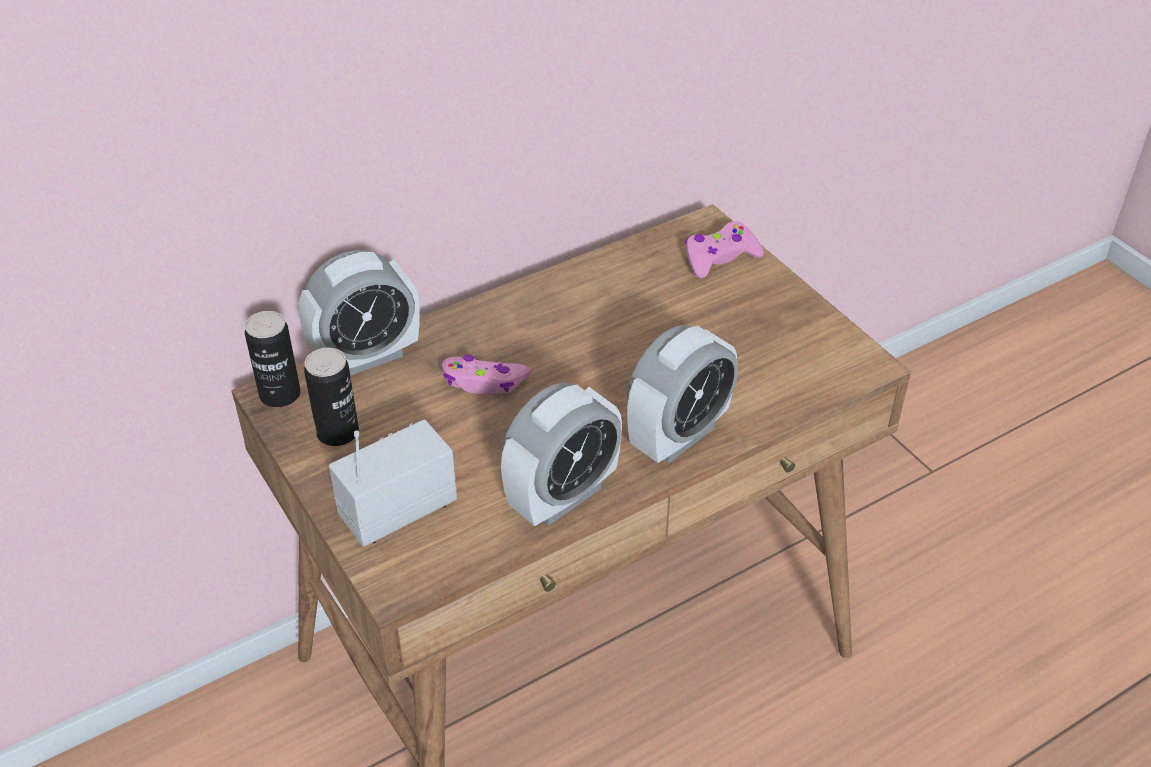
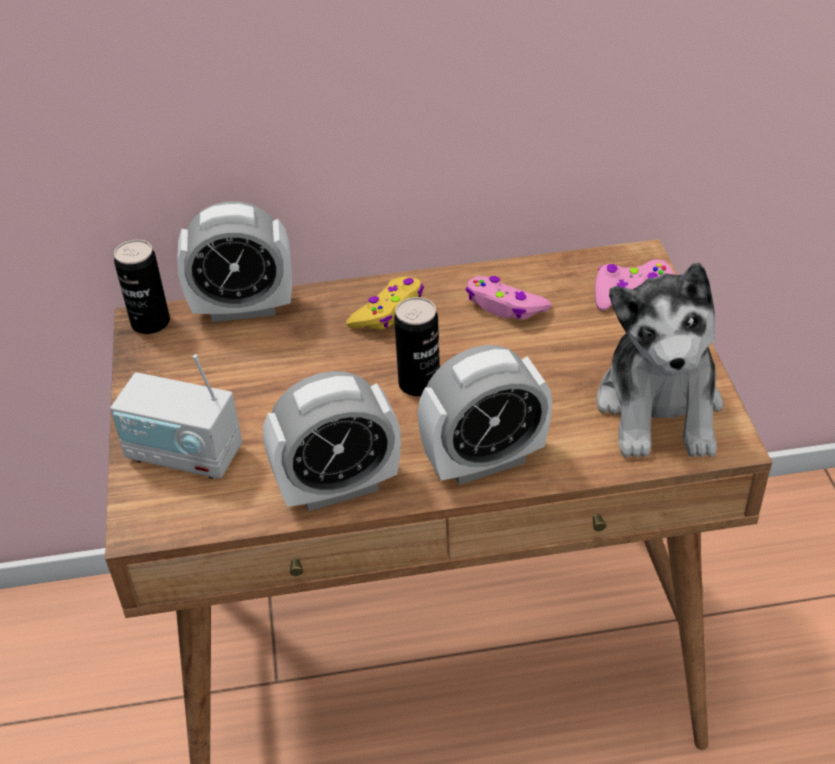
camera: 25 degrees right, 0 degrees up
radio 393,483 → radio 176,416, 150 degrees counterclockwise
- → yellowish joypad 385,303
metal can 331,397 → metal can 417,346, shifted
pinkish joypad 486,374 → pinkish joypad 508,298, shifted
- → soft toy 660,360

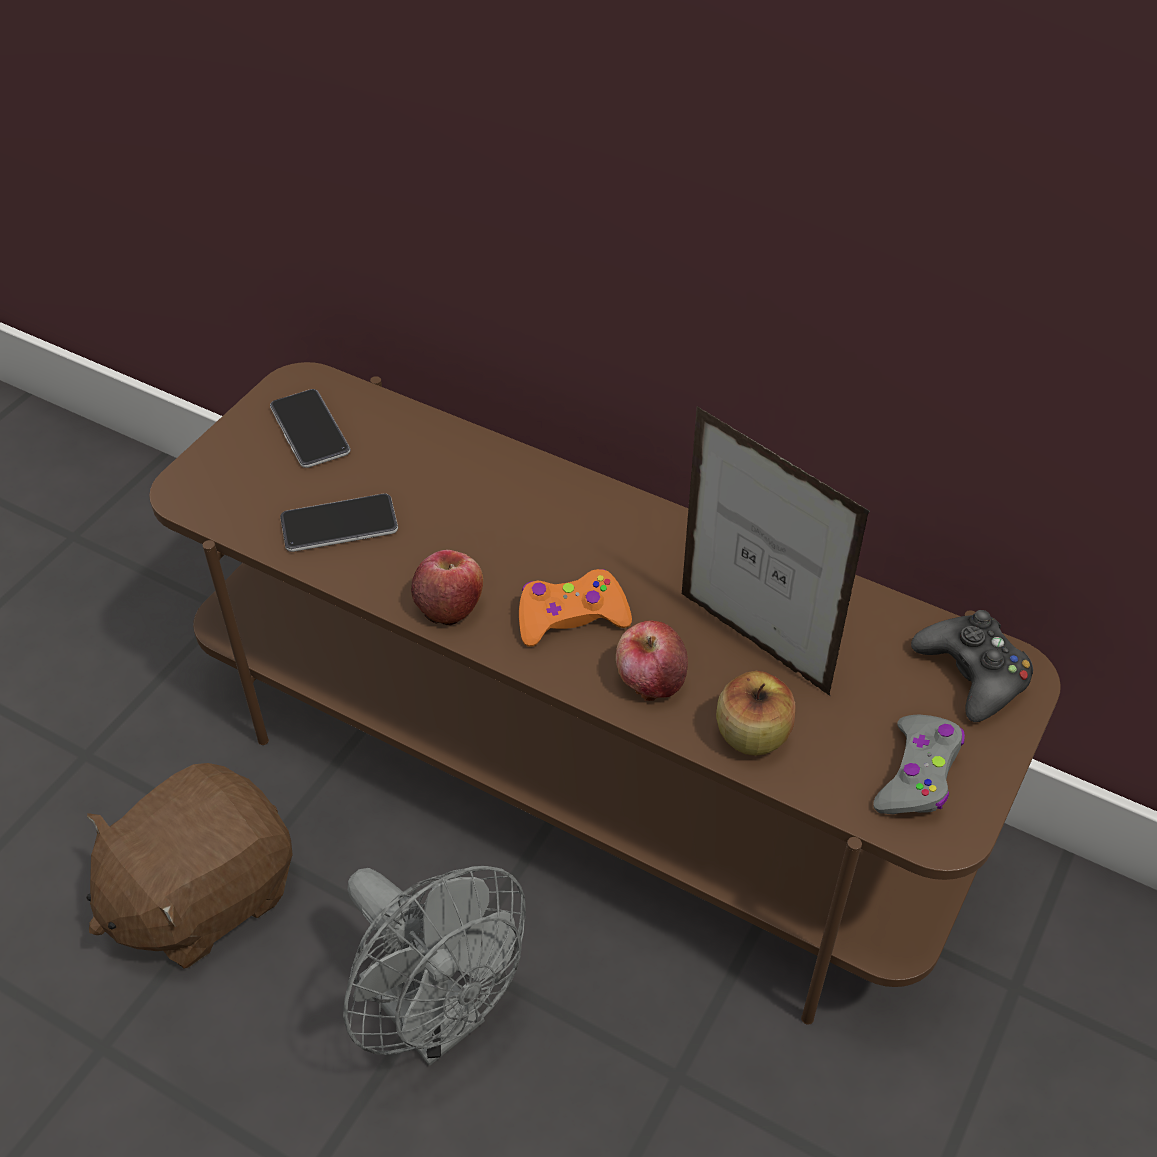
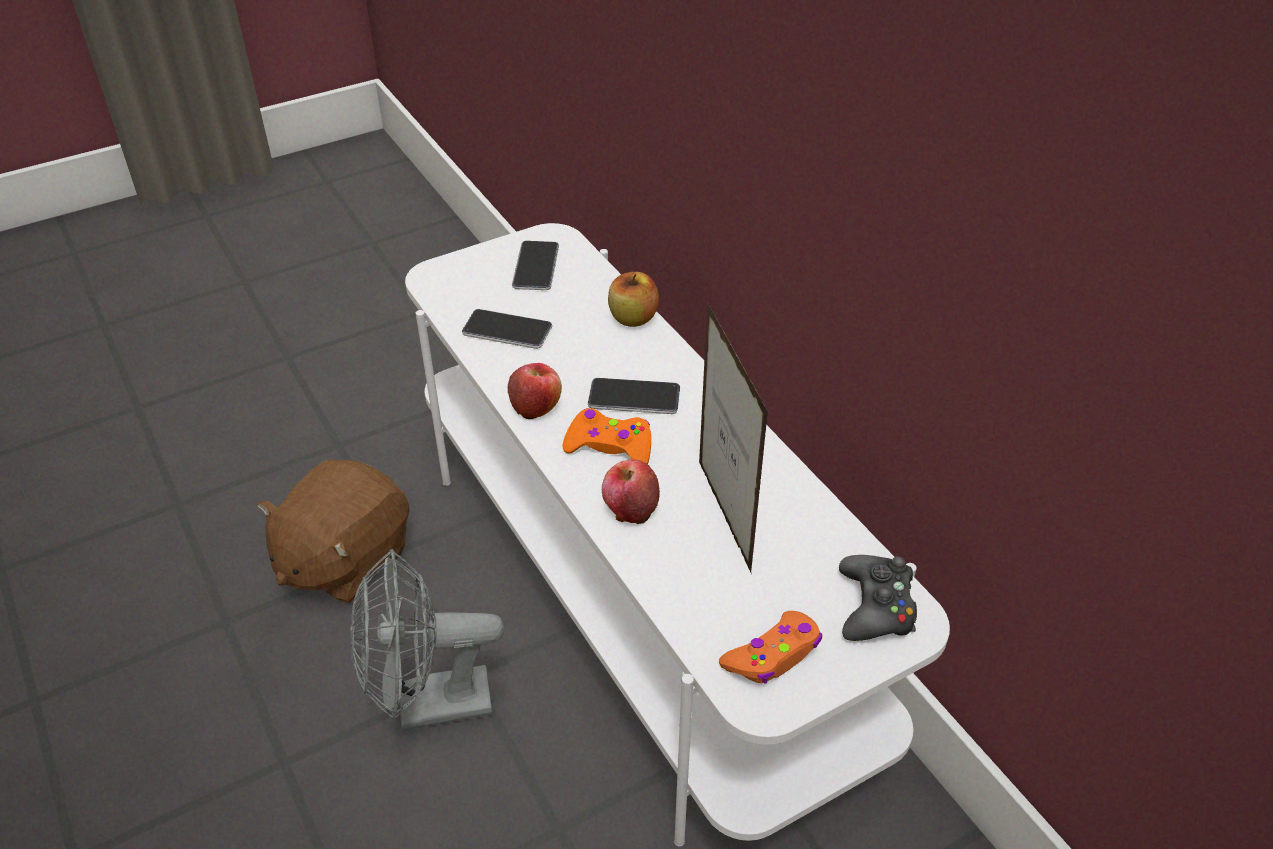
camera: 30 degrees right, 5 degrees down
brownish soft toy 189,865 → brownish soft toy 333,531, 45 degrees counterclockwise
greyish fan 434,966 → greyish fan 427,640, 90 degrees clockwise
brownish media console 605,693 → whitish media console 677,534
- → phone 634,396
apple fruit 756,713 → apple fruit 633,299, shifted
greyish joypad 919,764 → orange joypad 770,647

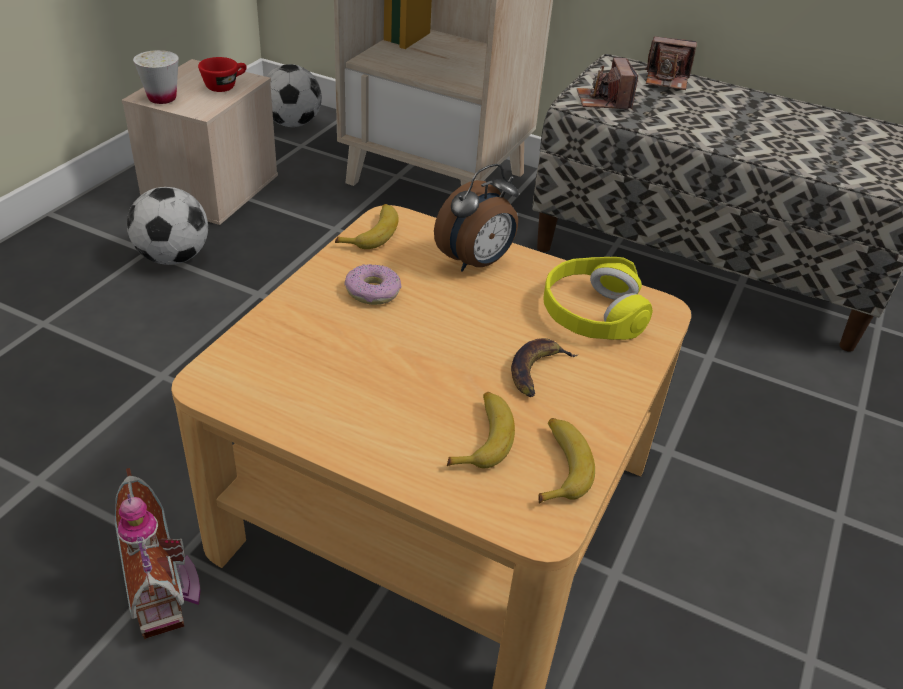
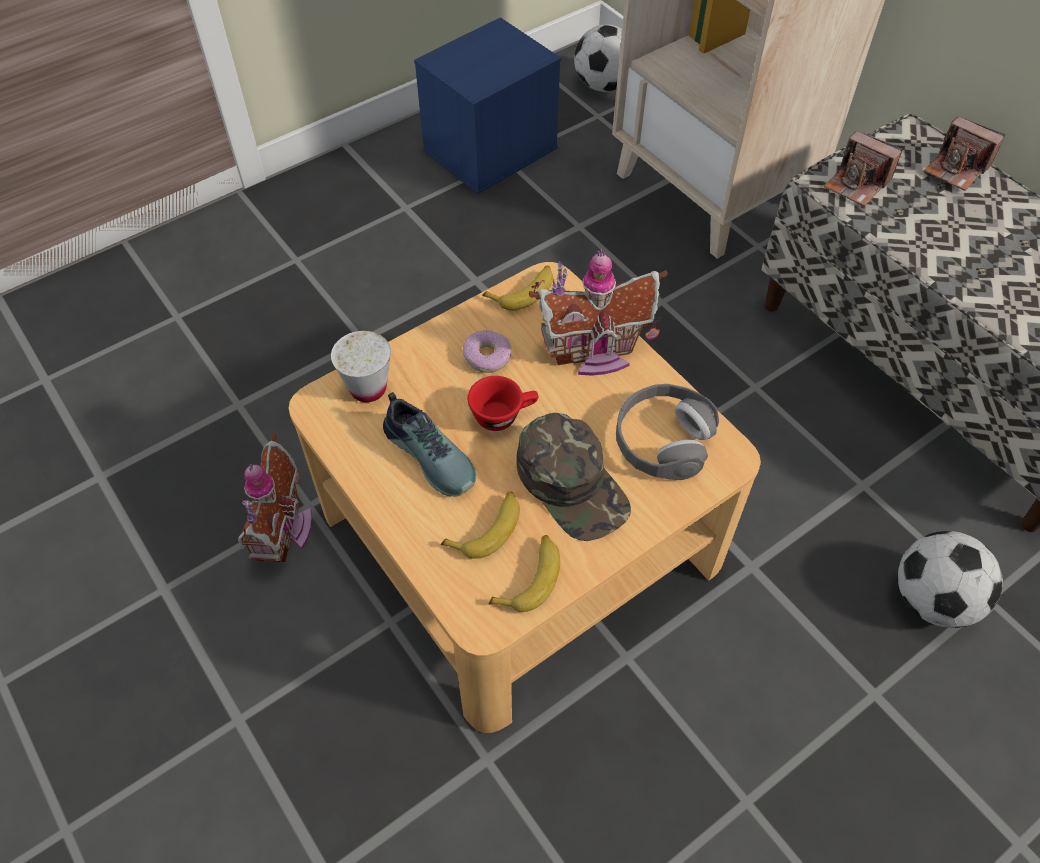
camera: 30 degrees right, 15 degrees up
whitish drinking cup 156,77 → whitish drinking cup 361,366, shifted
- → low shoe 429,444
sand-coloured storage bin 200,142 → bluish storage bin 487,105
reddish drinking cup 222,74 → reddish drinking cup 503,403, shifted
banana fruit 544,367 → greenish peaked cap 573,477
bedside clock 476,218 → miniature house 598,312
yellowish pair of headphones 598,298 → greyish pair of headphones 667,432
still camera 607,83 → still camera 863,169, 75 degrees counterclockwise
ball for football 167,226 → ball for football 950,579, shifted

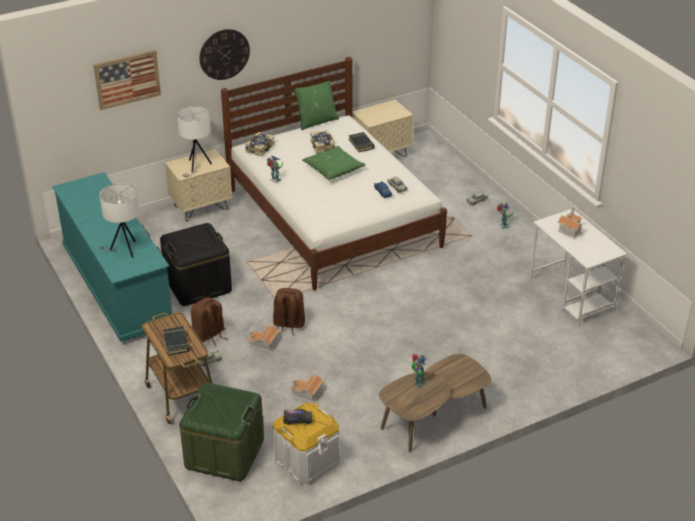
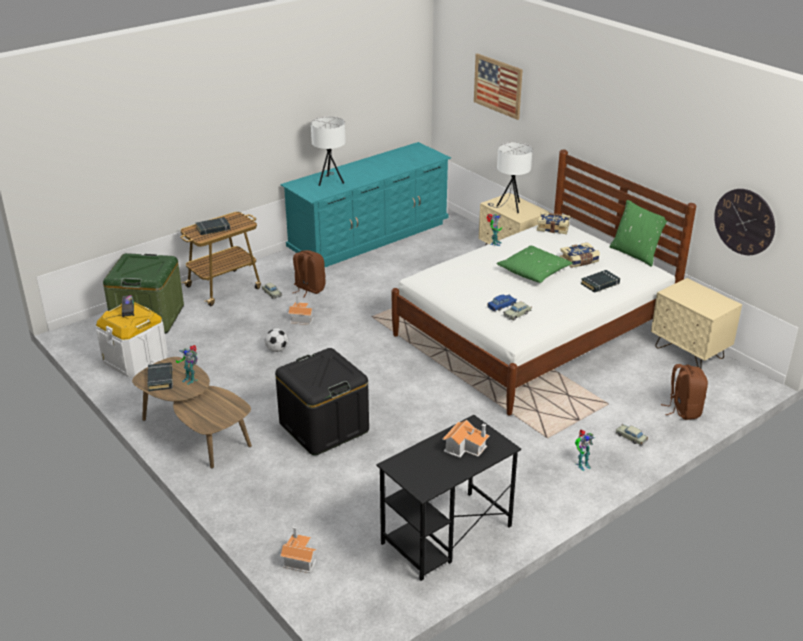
camera: 80 degrees right, 5 degrees down
- → blackish volume 160,376
- → ball for football 276,340
blackish storage bin 196,264 → blackish storage bin 322,401, shifted
miniature house 307,389 → miniature house 298,549, shifted
whitish desk table 578,267 → blackish desk table 449,498
brownish knapsack 289,312 → brownish knapsack 684,392, shifted
clock on the wall 225,54 → clock on the wall 744,222, shifted

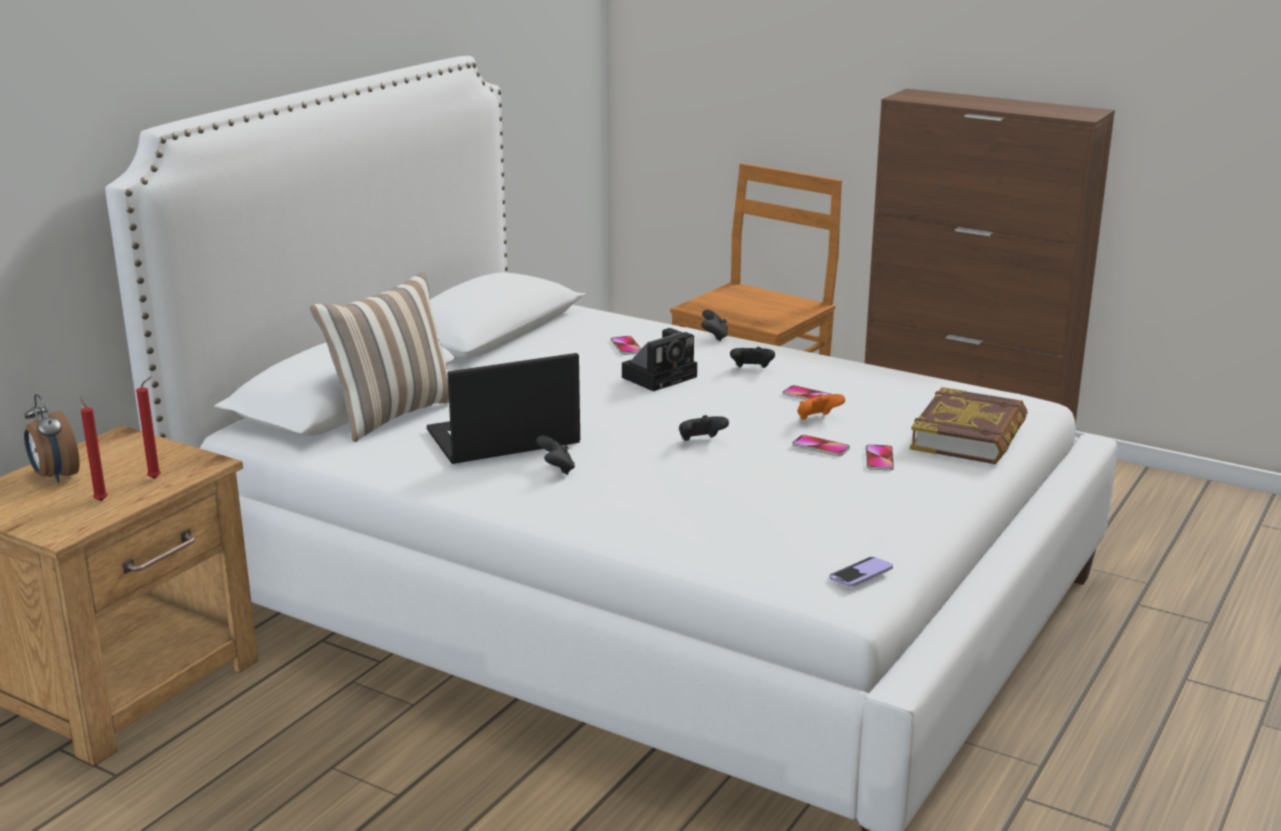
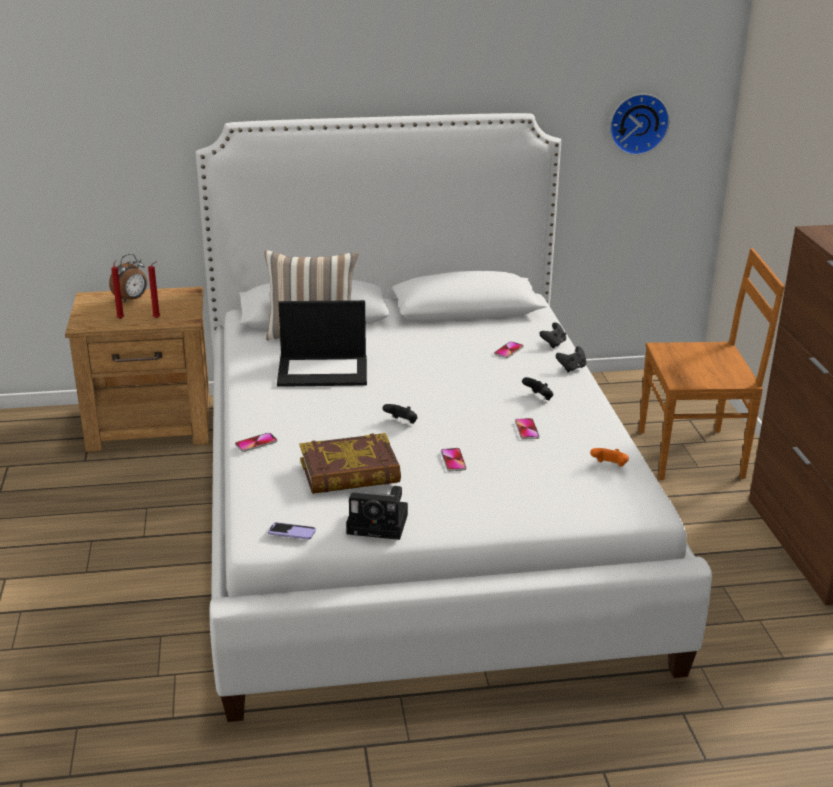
camera: 50 degrees right, 5 degrees up
bedside clock 52,438 → bedside clock 128,278, 150 degrees counterclockwise
phone 880,457 → phone 256,442, shifted
laptop 503,408 → laptop 322,343, 150 degrees clockwise
volume 968,425 → volume 350,463, shifted
still camera 659,359 → still camera 377,513, shifted
blackish joypad 555,455 → blackish joypad 552,335, shifted
orange joypad 821,407 → orange joypad 609,457, shifted
- → clock on the wall 640,124

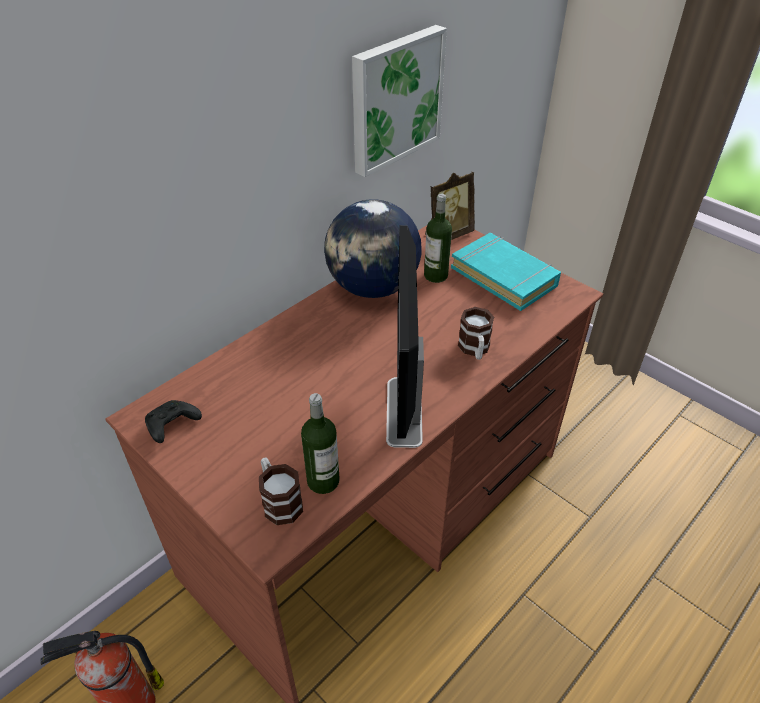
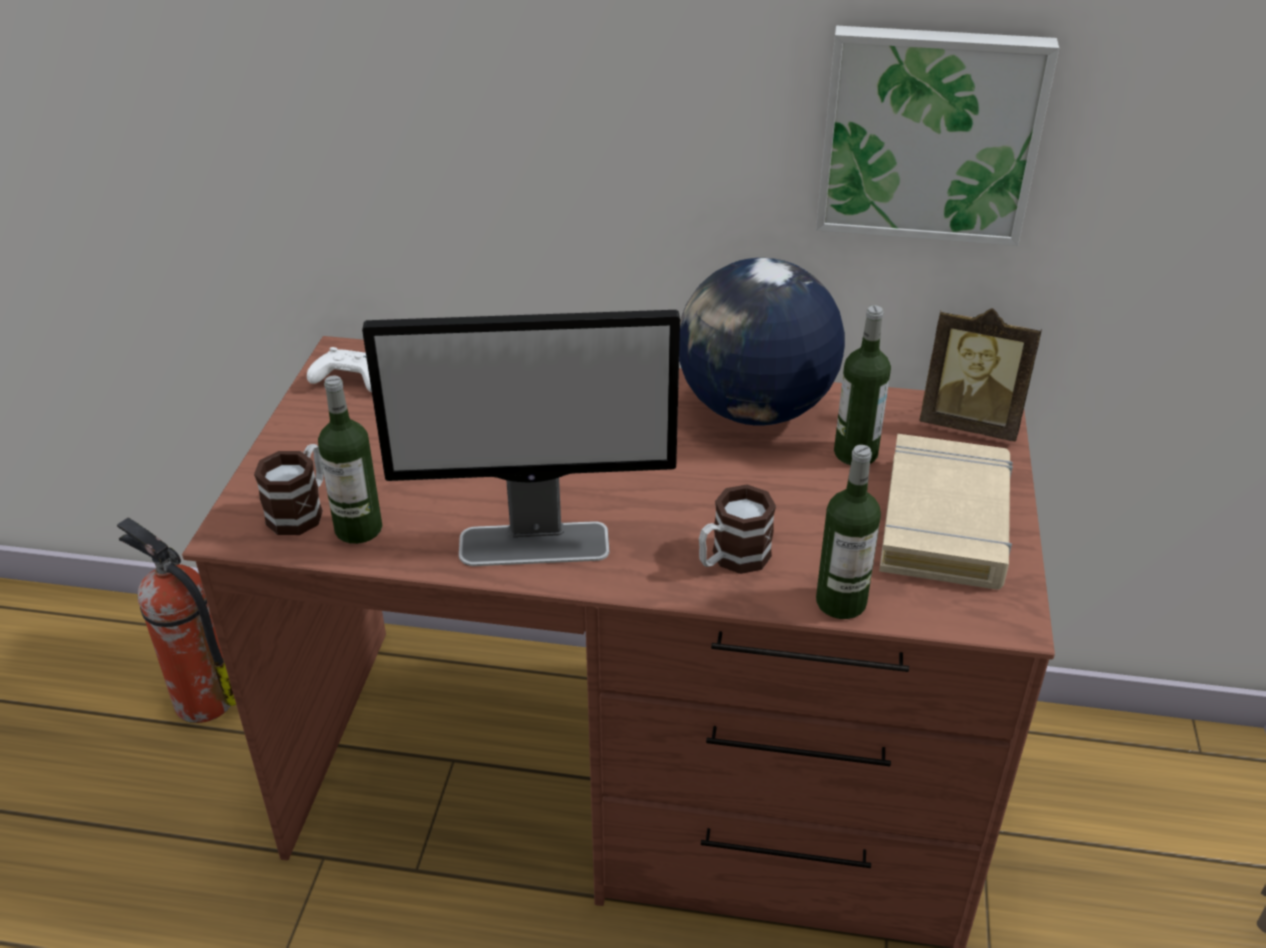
camera: 55 degrees right, 5 degrees down
blackish joypad 173,421 → whitish joypad 339,369
monitor 405,336 → monitor 521,438, 150 degrees counterclockwise
- → beverage bottle 848,532
turquoise volume 506,272 → sand-coloured volume 946,512

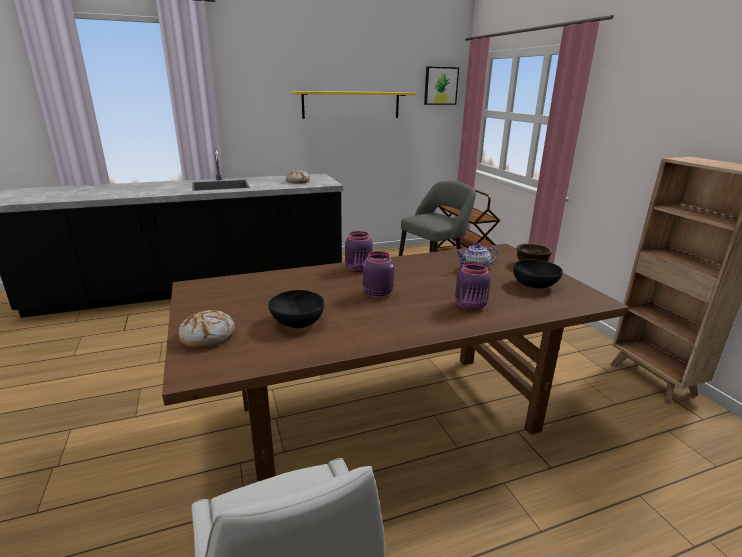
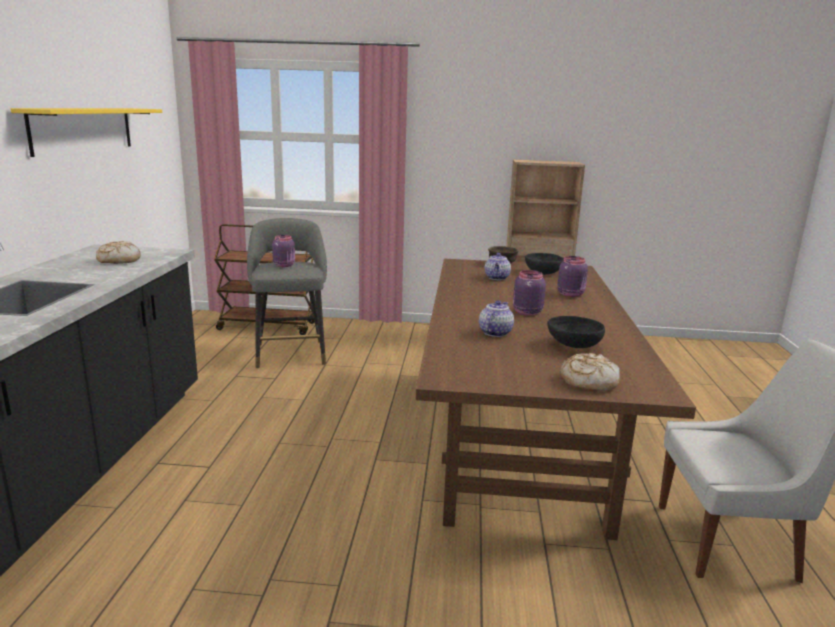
camera: 65 degrees left, 5 degrees down
purple-coloured storage jar 359,251 → purple-coloured storage jar 283,251, shifted
- → pot for tea 496,318
wall picture 441,86 → -

